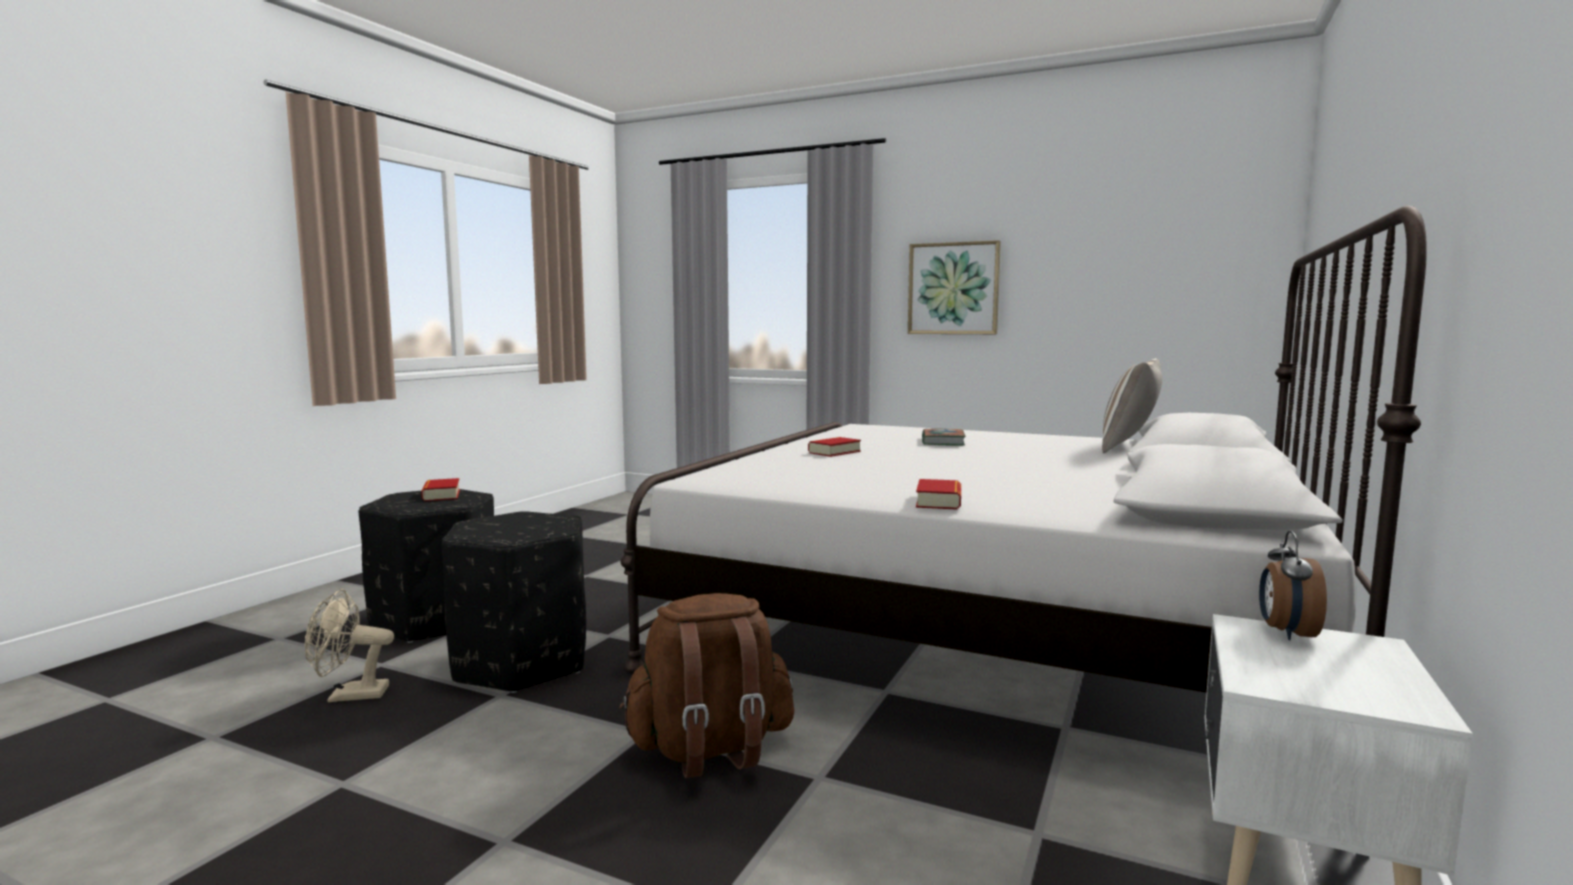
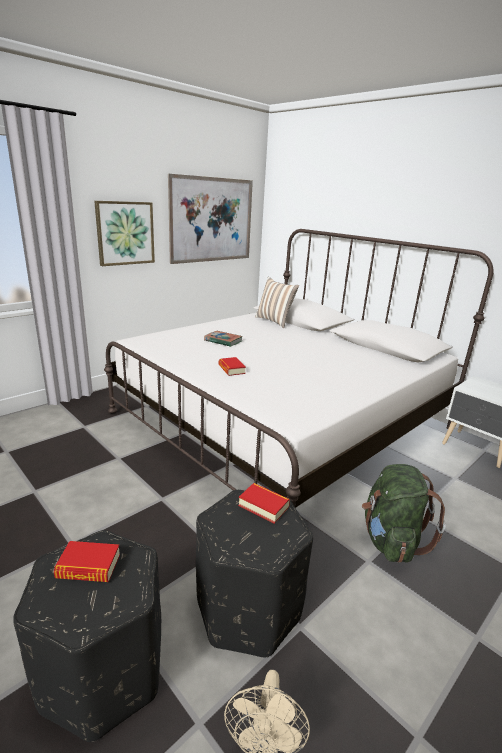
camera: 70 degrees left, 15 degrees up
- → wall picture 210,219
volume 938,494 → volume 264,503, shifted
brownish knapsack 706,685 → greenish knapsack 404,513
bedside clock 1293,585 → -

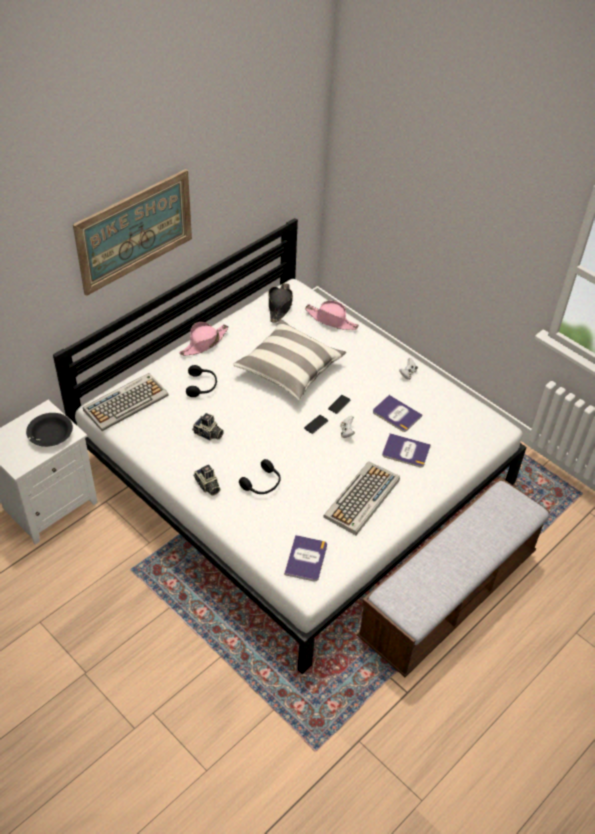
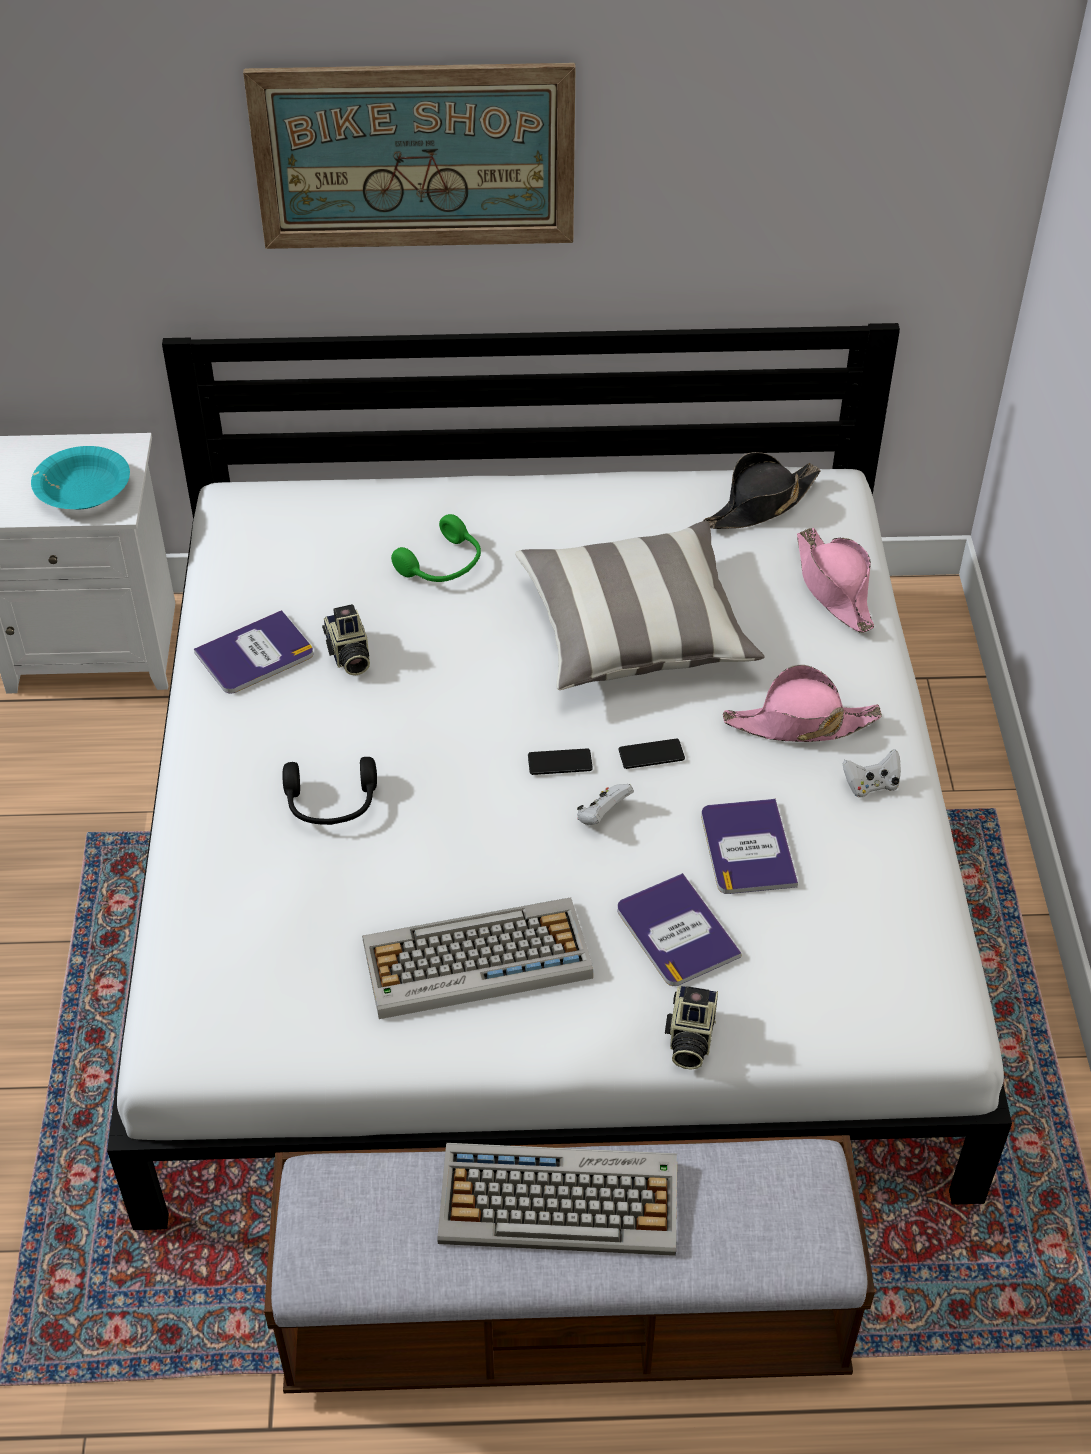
camera: 45 degrees right, 0 degrees up
blackish deep dish 49,430 → turquoise deep dish 80,478
volume 305,558 → volume 253,652, shifted
blackish pair of headphones 201,381 → greenish pair of headphones 436,548
keyboard 126,402 → keyboard 557,1199, shifted
still camera 206,480 → still camera 691,1027, shifted
pinkish wearable hat 203,339 → pinkish wearable hat 802,703, shifted

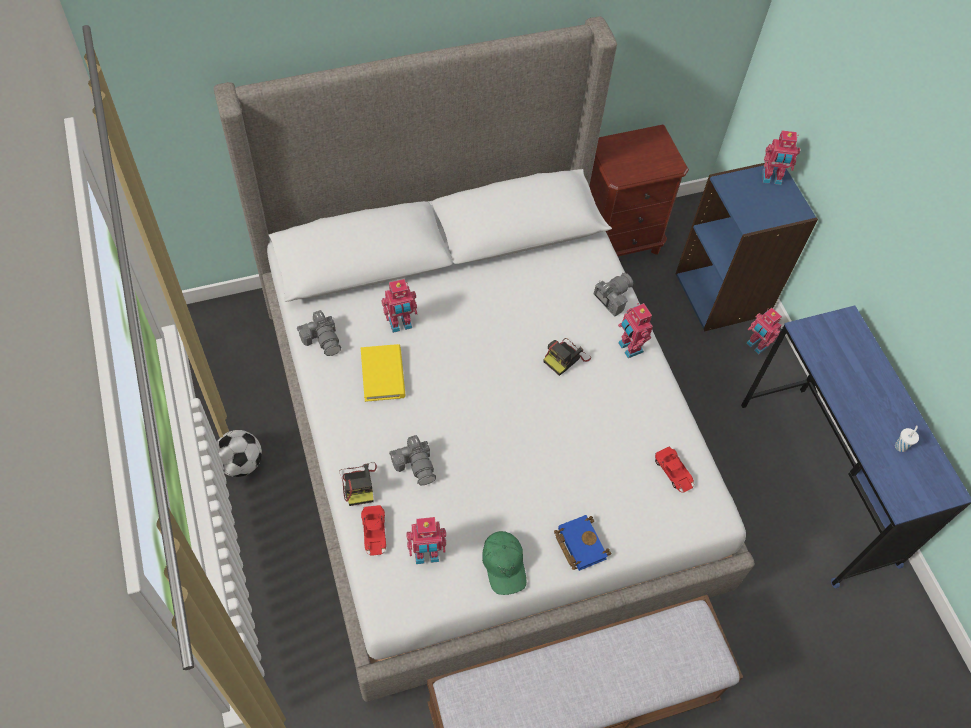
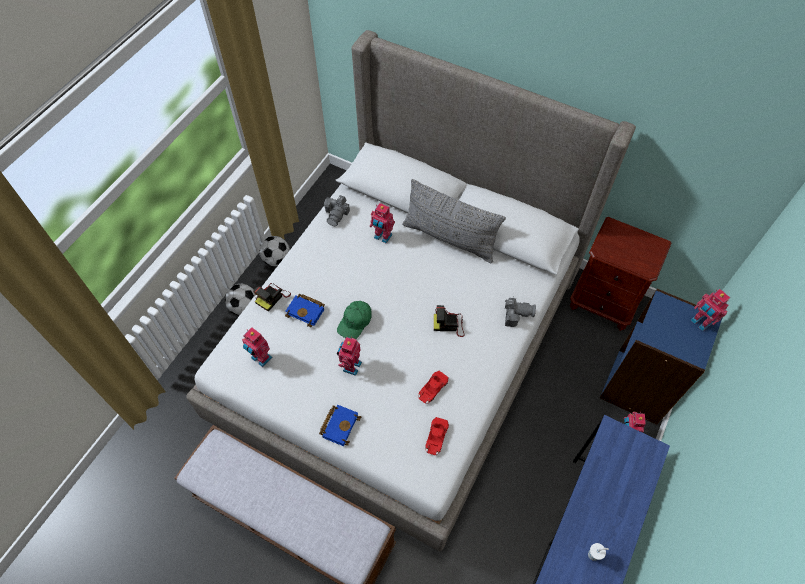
camera: 50 degrees right, 0 degrees up
- → ball for football 240,299
still camera 412,460 → bluish volume 305,310
greenish peaked cap 504,563 → greenish peaked cap 354,320, shifted
model robot 635,330 → model robot 349,356, shifted
- → greyish pillow 454,221
reddish miniature car 373,530 → reddish miniature car 433,387, shifted
yellowish volume 383,373 → -

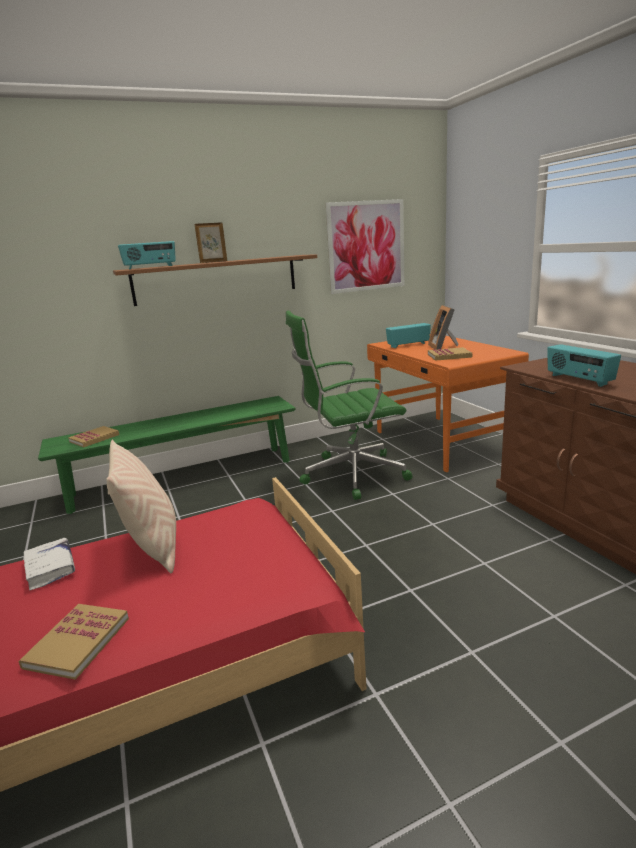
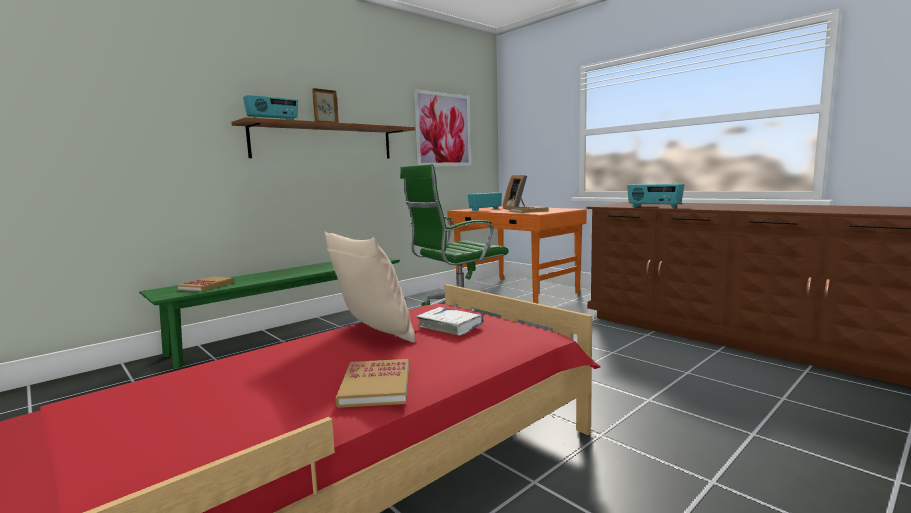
camera: 20 degrees left, 10 degrees down
whitish volume 49,564 → whitish volume 450,321, shifted

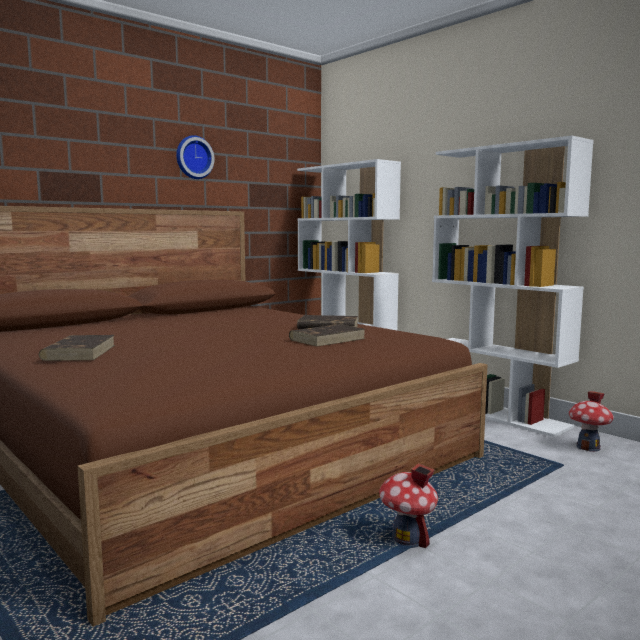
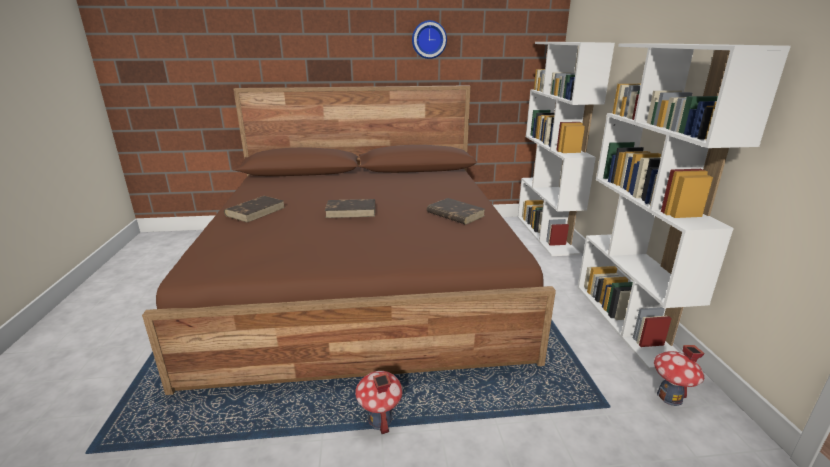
camera: 35 degrees right, 15 degrees up
brownish volume 327,335 → brownish volume 350,208, shifted

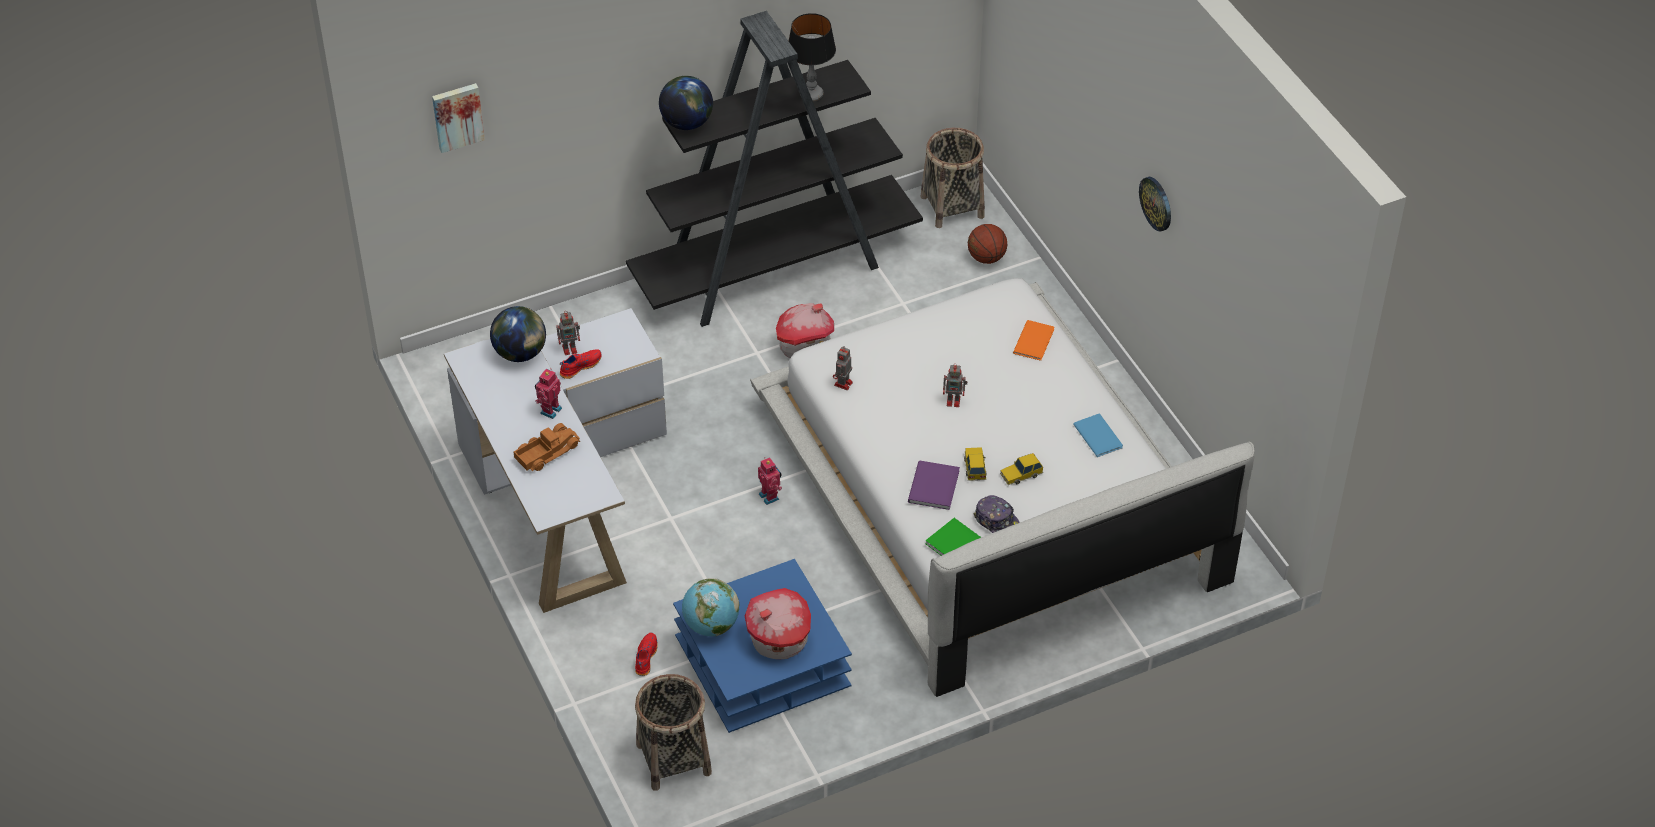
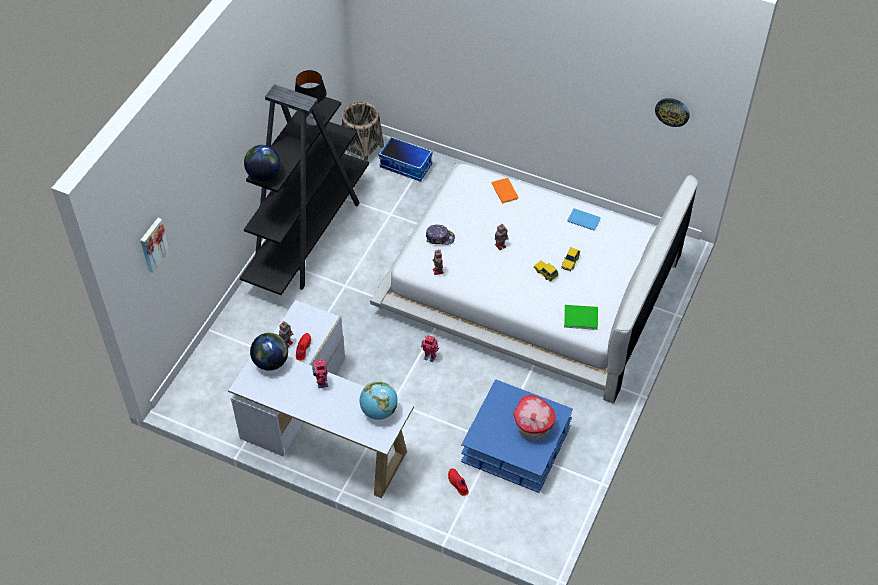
camera: 40 degrees left, 5 degrees up
world globe 710,607 → world globe 379,400, shifted
basketball 988,244 → storage bin 406,159
peaked cap 996,514 → peaked cap 440,235, shifted
clock on the wall 1155,204 → clock on the wall 672,112, shifted
toy lorry 547,447 → -
storage basket 673,732 → -
miniature house 805,330 → -
purple-coloured volume 934,485 → -

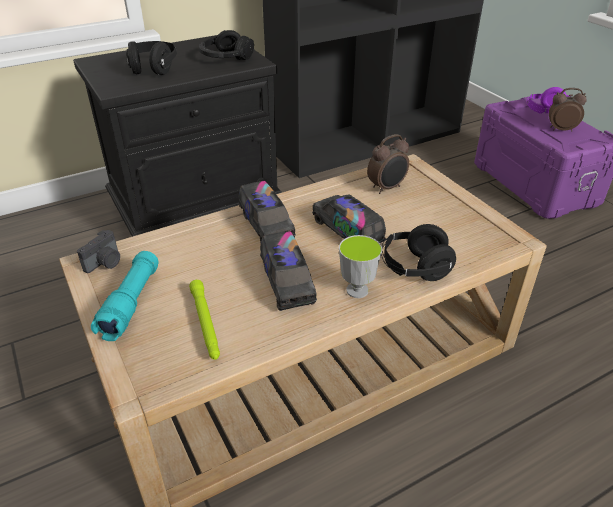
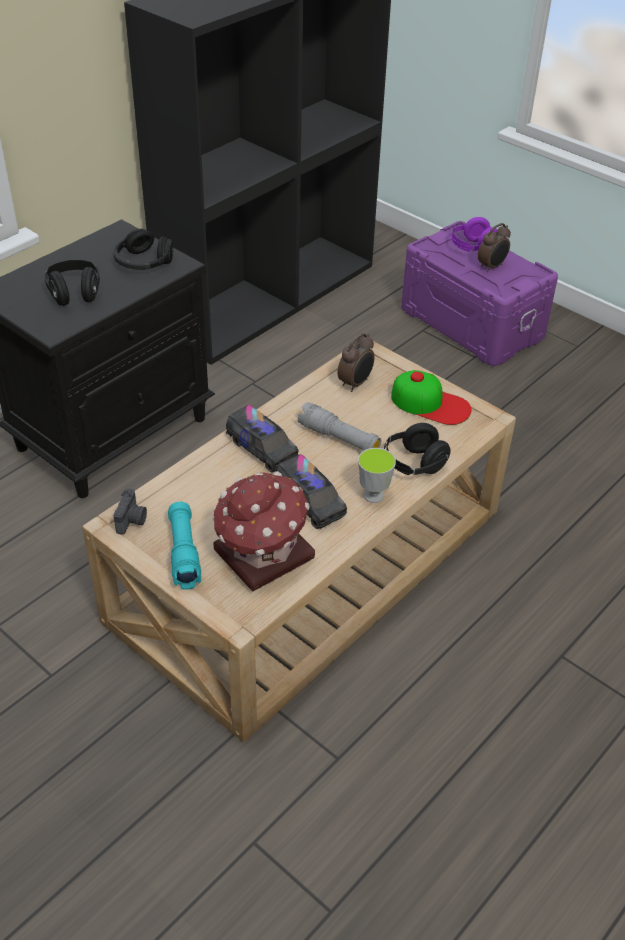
camera: 20 degrees left, 5 degrees up
greenish flashlight 204,320 → miniature house 264,531
toy lorry 349,218 → greyish flashlight 339,426
- → peaked cap 431,397
bedside clock 568,110 → bedside clock 494,247, 150 degrees clockwise

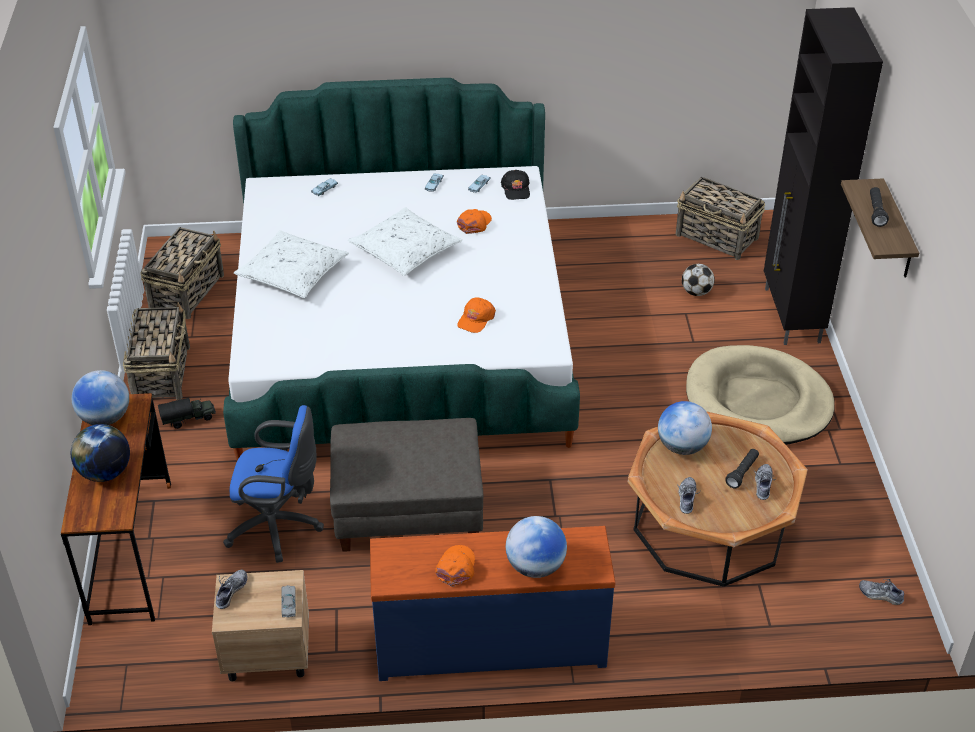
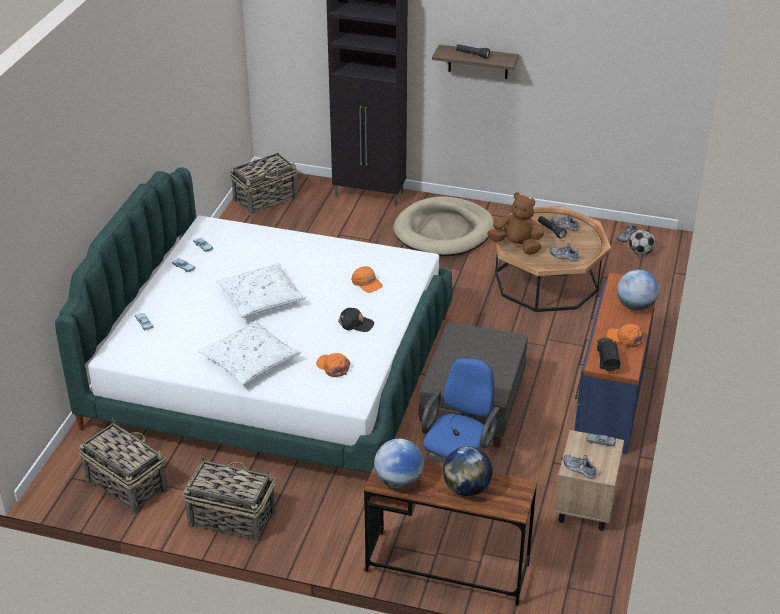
camera: 70 degrees left, 5 degrees down
orange peaked cap 474,221 → orange peaked cap 333,365, shifted
blackish peaked cap 515,185 → blackish peaked cap 356,320, shifted
world globe 685,428 → brownish soft toy 515,223
toy lorry 187,413 → toy lorry 609,354, shifted
ball for football 698,280 → ball for football 642,242, shifted

